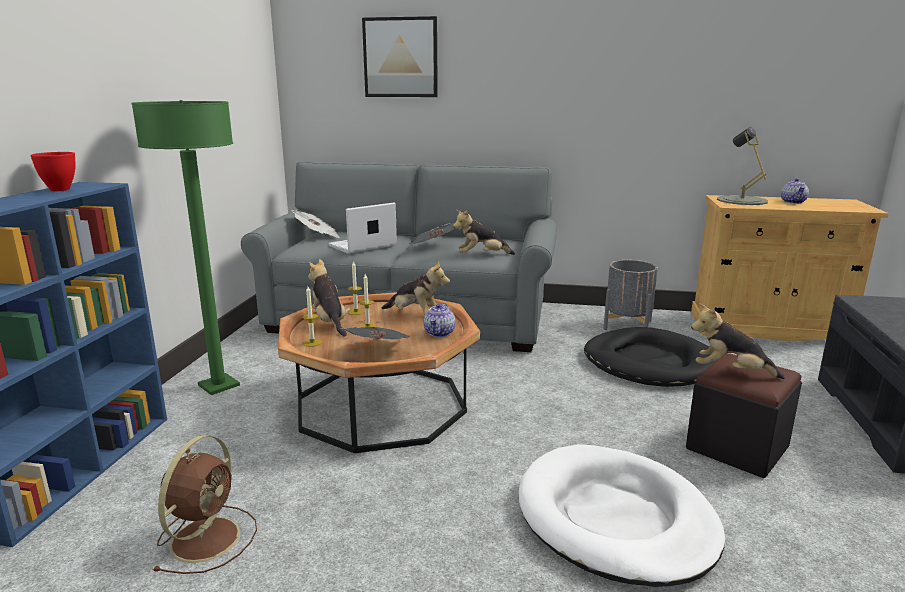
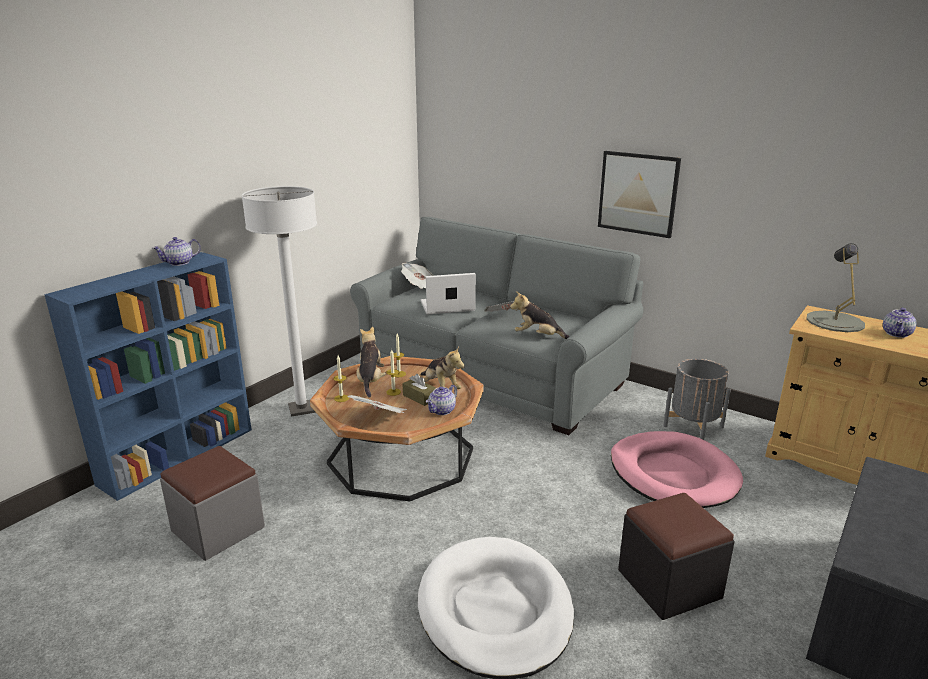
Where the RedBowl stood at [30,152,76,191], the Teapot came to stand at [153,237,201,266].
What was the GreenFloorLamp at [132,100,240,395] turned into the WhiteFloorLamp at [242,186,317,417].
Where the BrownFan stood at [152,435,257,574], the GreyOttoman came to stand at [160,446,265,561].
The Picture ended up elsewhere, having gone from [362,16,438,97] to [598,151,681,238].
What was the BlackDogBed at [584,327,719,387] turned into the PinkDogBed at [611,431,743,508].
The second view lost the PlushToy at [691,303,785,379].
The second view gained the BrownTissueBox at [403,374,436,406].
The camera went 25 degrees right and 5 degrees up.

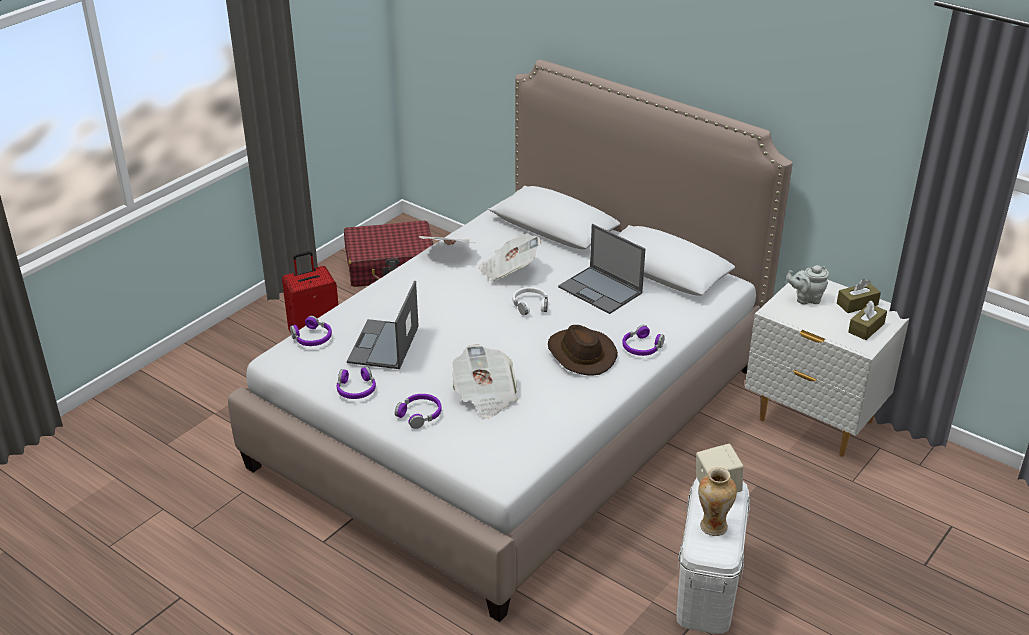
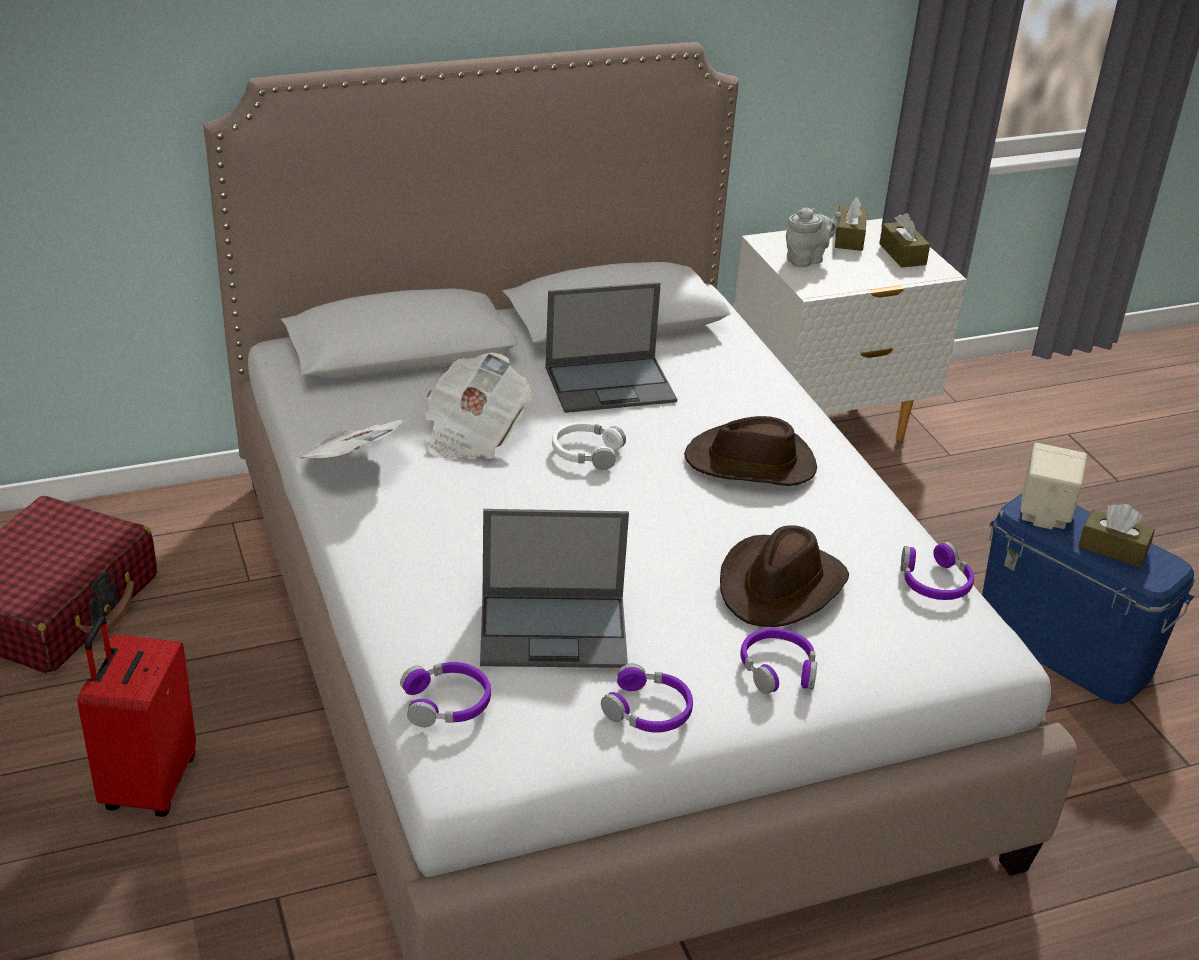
The Laptop at [347,281,419,369] ended up facing another way, 45 degrees counterclockwise from before.
Where the Newspaper stood at [452,344,518,419], the BrownHat came to stand at [720,525,849,627].
The PurpleHeadphones ended up elsewhere, having gone from [622,325,665,356] to [901,542,974,600].
What was the WhiteStorageBox at [676,477,750,634] turned into the BlueStorageBox at [982,494,1195,704].
Where the Vase stood at [698,467,737,536], the BrownTissueBox came to stand at [1078,504,1155,567].
The GreyTeapot at [786,265,829,304] ended up facing another way, 150 degrees counterclockwise from before.
The camera went 60 degrees left and 0 degrees up.

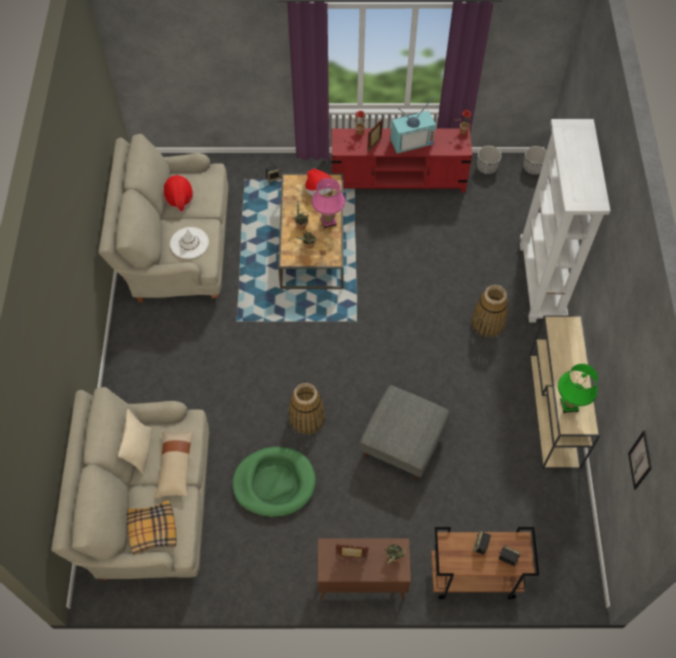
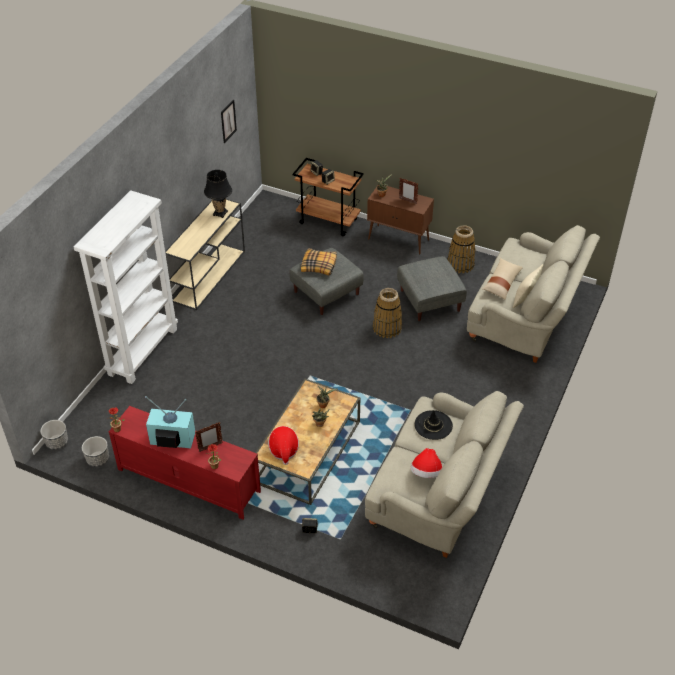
The Pillow ended up elsewhere, having gone from [127,500,177,555] to [301,248,337,276].
What was the WhiteHat at [170,227,209,259] turned into the BlackHat at [414,410,453,440].
Where the GreenDogBed stood at [233,447,316,517], the GreyOttoman came to stand at [397,256,467,321].
The second view lost the PinkTableLamp at [312,178,345,228].
The Basket ended up elsewhere, having gone from [471,285,508,337] to [447,225,475,274].
What was the GreenTableLamp at [558,364,598,413] turned into the BlackTableLamp at [204,170,232,218].
The camera went 155 degrees left and 15 degrees down.

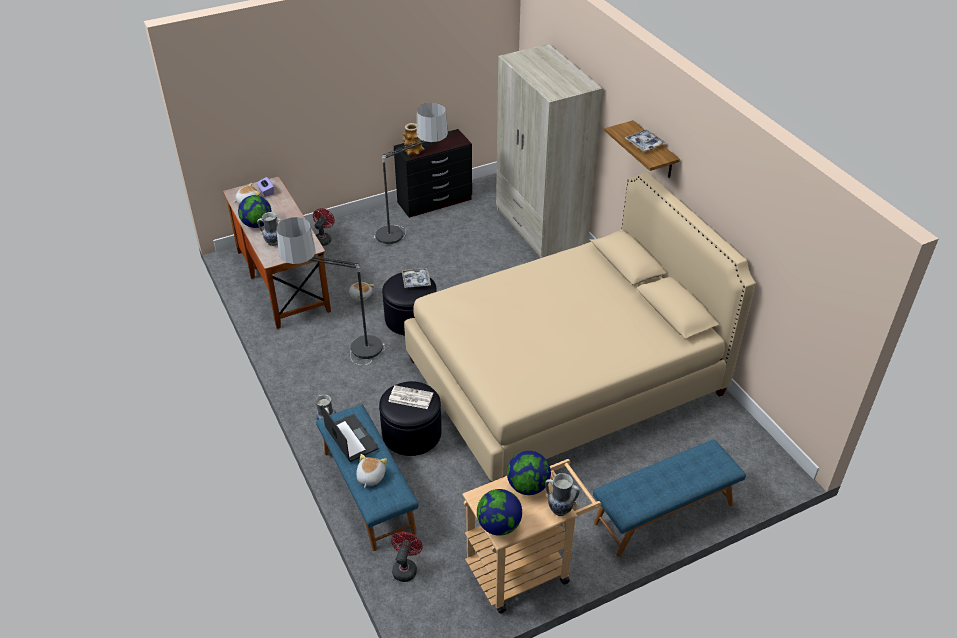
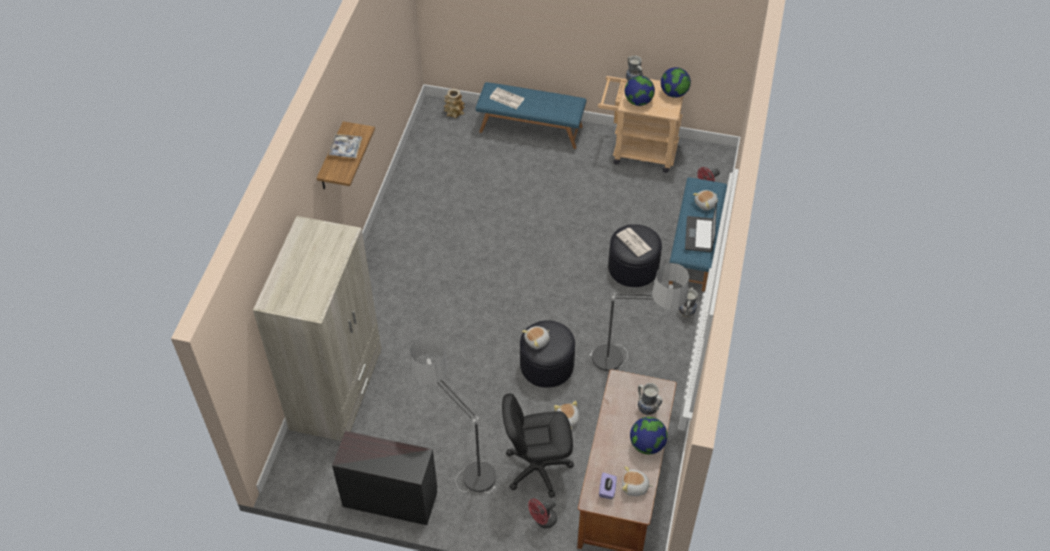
Where the Tray stood at [401,268,431,288], the PlushToy came to stand at [522,326,550,349].
The Vase ended up elsewhere, having gone from [402,123,425,155] to [444,89,465,118].
The second view lost the BeigeBed at [404,172,756,482].
The second view gained the Newspaper at [489,87,525,109].
The second view gained the BlackOfficeChair at [502,393,574,498].
The camera went 140 degrees left and 10 degrees up.

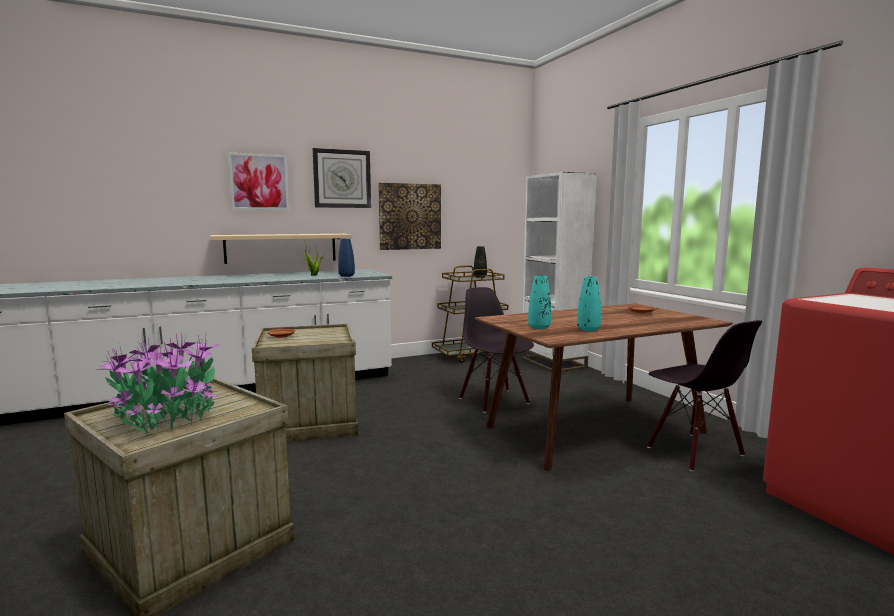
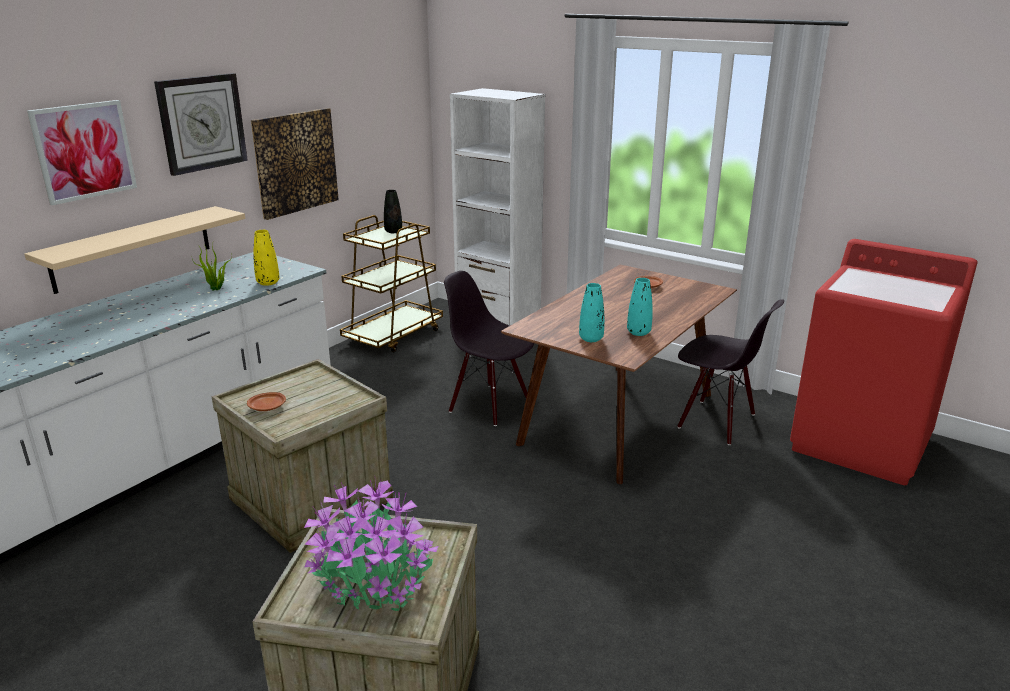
What was the BlueVase at [338,239,355,277] turned into the YellowVase at [254,230,280,286].
The camera went 30 degrees left and 15 degrees up.

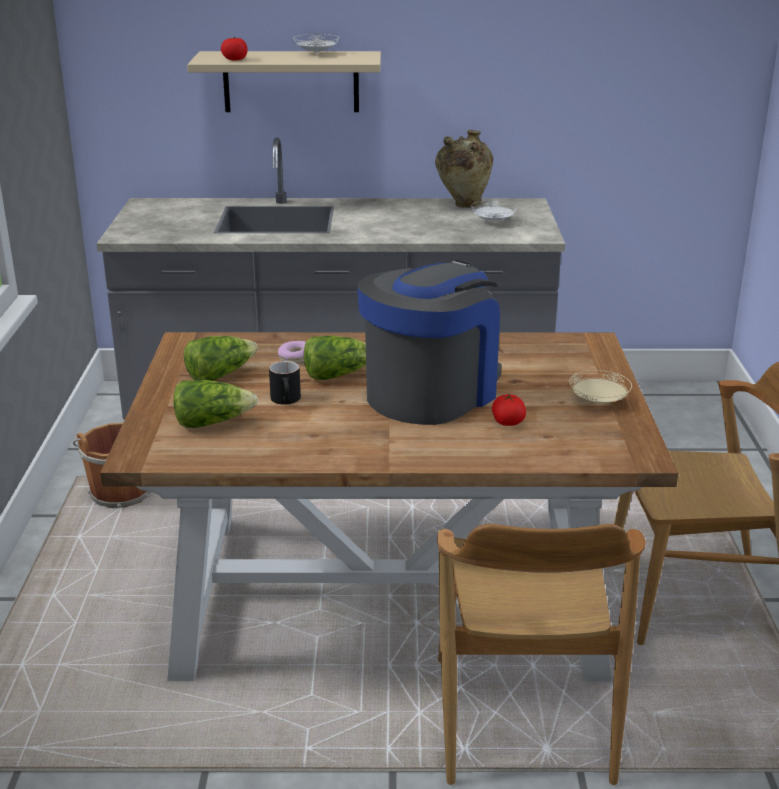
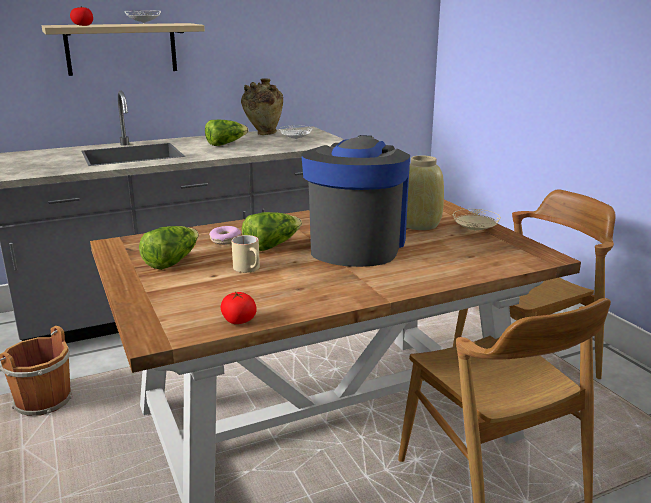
The Lettuce ended up elsewhere, having gone from [174,380,258,428] to [205,120,249,146].
What was the BlackMug at [269,361,301,405] turned into the BeigeMug at [231,235,260,273].
The Tomato ended up elsewhere, having gone from [492,393,526,426] to [221,291,257,324].
The second view gained the BeigeVase at [406,155,444,230].
The camera went 25 degrees left and 5 degrees down.

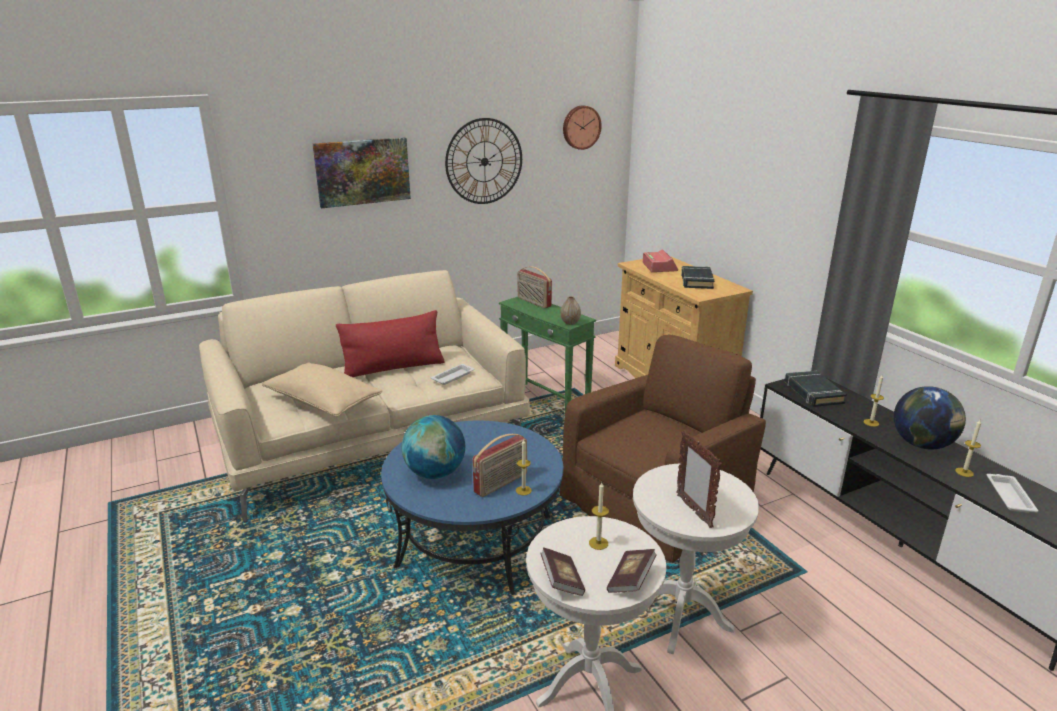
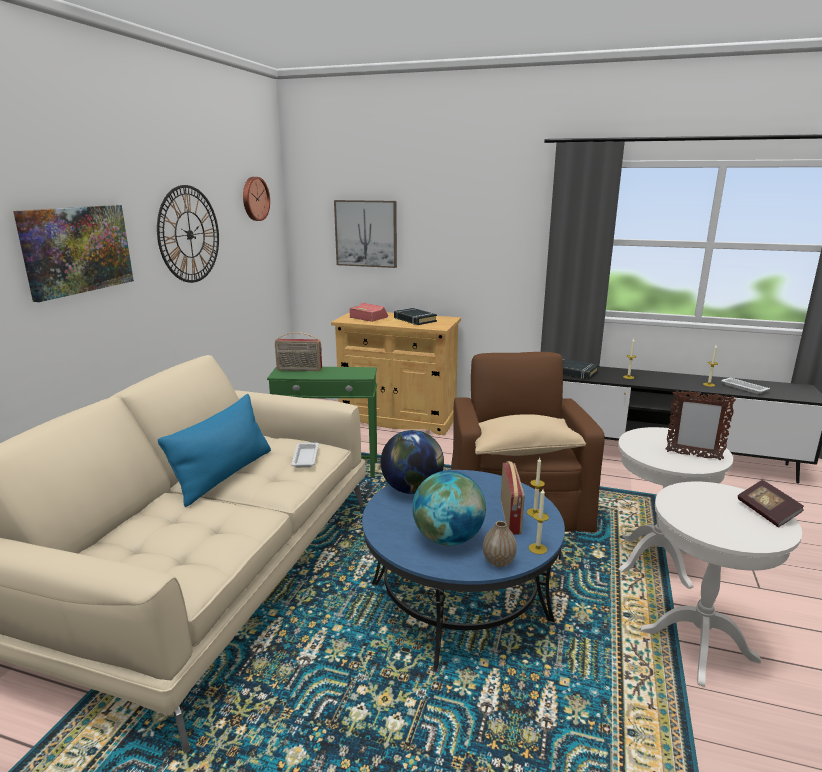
The BeigePillow ended up elsewhere, having gone from [262,362,382,417] to [475,414,586,456].
What was the RedPillow at [336,310,445,377] turned into the BluePillow at [158,394,271,507].
The second view lost the Book at [540,547,585,596].
The Vase ended up elsewhere, having gone from [560,296,581,325] to [483,521,517,567].
The Candle ended up elsewhere, having gone from [589,482,609,550] to [529,489,549,554].
The Globe ended up elsewhere, having gone from [894,386,966,450] to [381,430,444,494].
The second view gained the Picture at [334,200,397,268].
The camera went 45 degrees left and 5 degrees down.

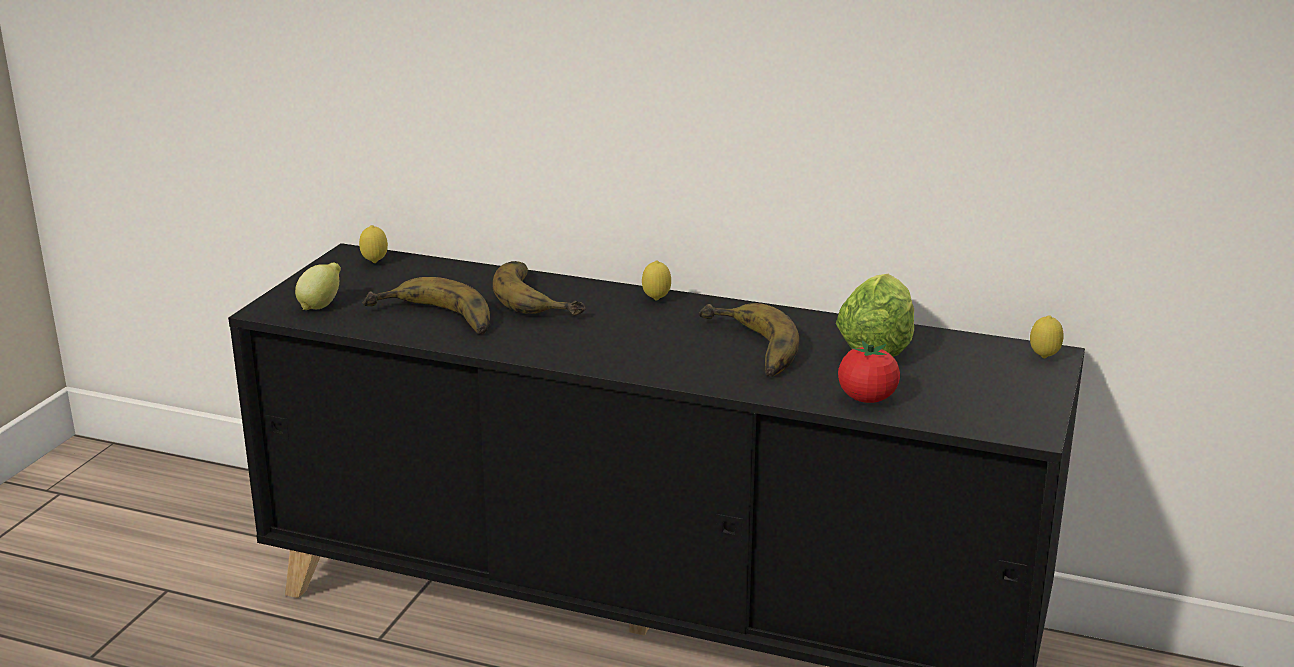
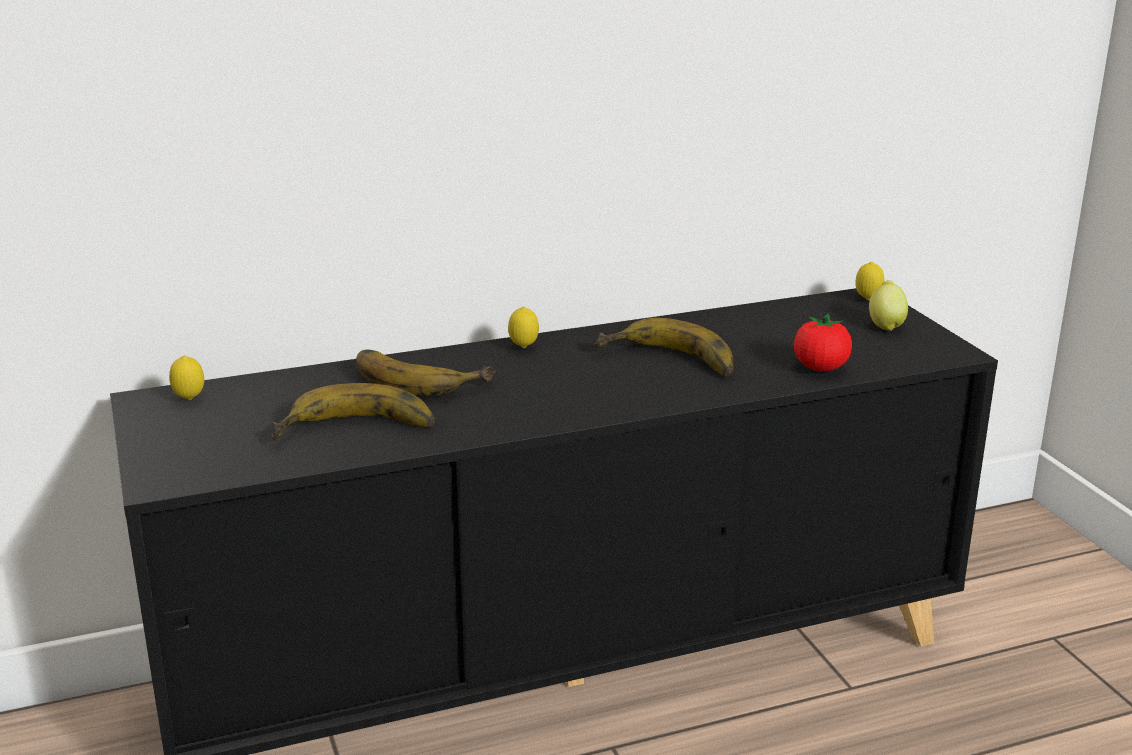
The Lemon ended up elsewhere, having gone from [295,263,341,310] to [869,280,908,331].
The second view lost the Lettuce at [836,274,914,357].
The camera went 40 degrees left and 0 degrees up.

